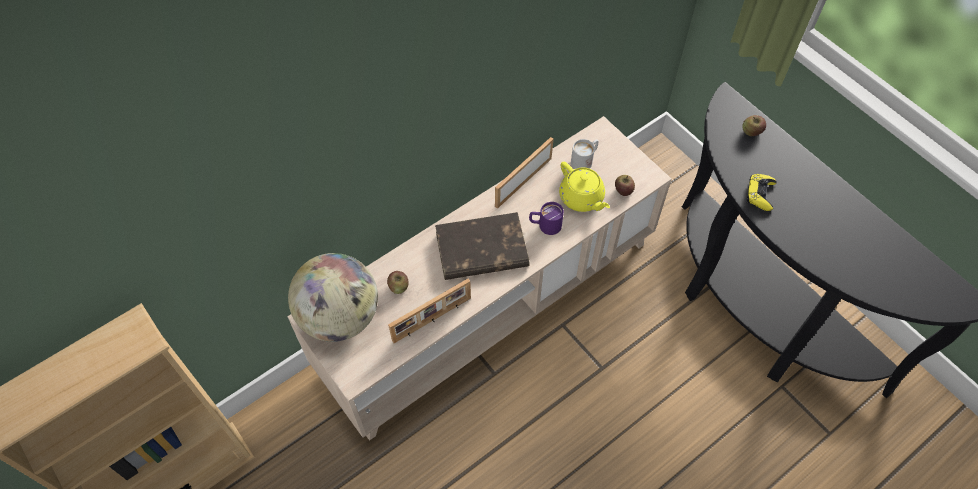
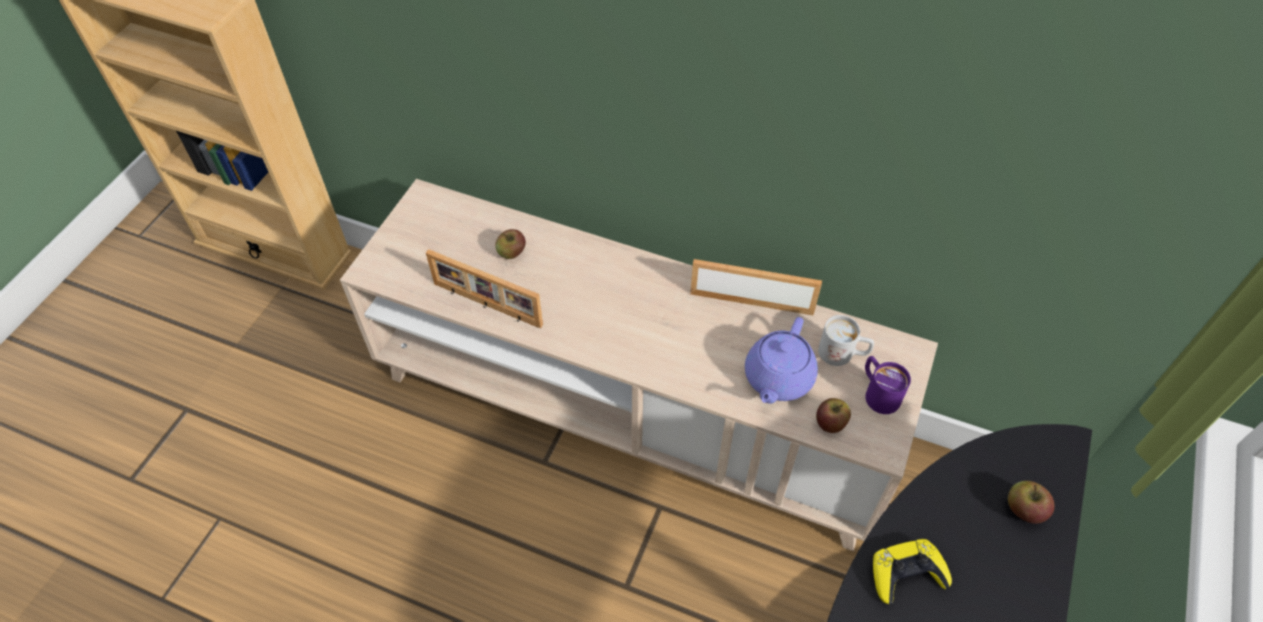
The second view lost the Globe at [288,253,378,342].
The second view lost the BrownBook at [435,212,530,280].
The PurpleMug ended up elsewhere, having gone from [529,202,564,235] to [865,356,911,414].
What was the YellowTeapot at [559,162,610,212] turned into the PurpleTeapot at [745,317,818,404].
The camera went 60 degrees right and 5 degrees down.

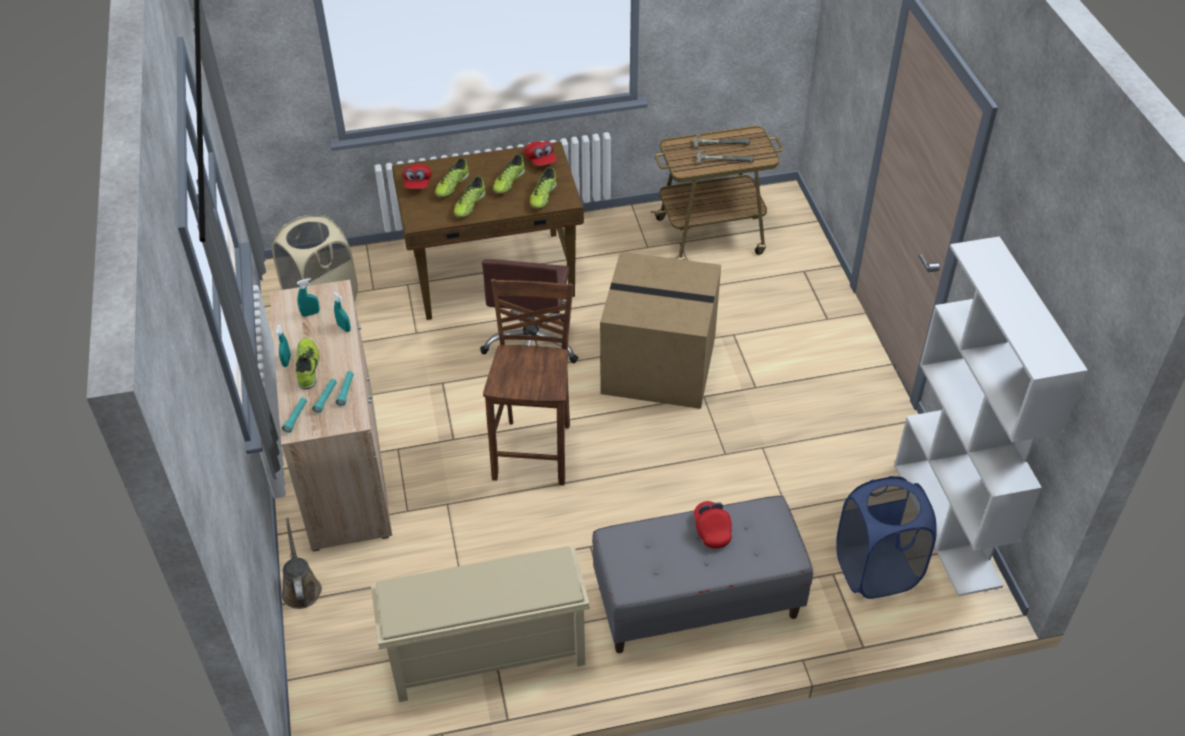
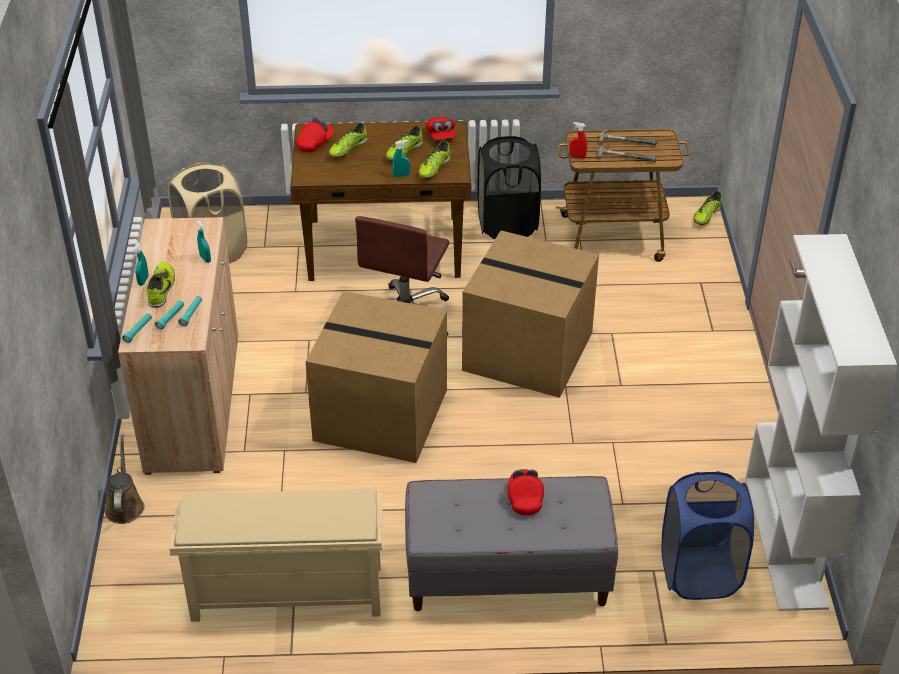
The TurquoiseSprayBottle ended up elsewhere, having gone from [297,278,320,317] to [392,140,411,177].
The RedCap at [402,164,432,189] ended up facing another way, 150 degrees counterclockwise from before.
The Shoe ended up elsewhere, having gone from [454,176,486,218] to [693,191,722,225].
Where the BrownStool stood at [483,279,574,485], the CardboardBox came to stand at [305,291,447,463].
The second view gained the BlackLaundryBasket at [477,136,541,239].
The second view gained the RedSprayBottle at [569,122,587,159].
The camera went 10 degrees right and 5 degrees down.

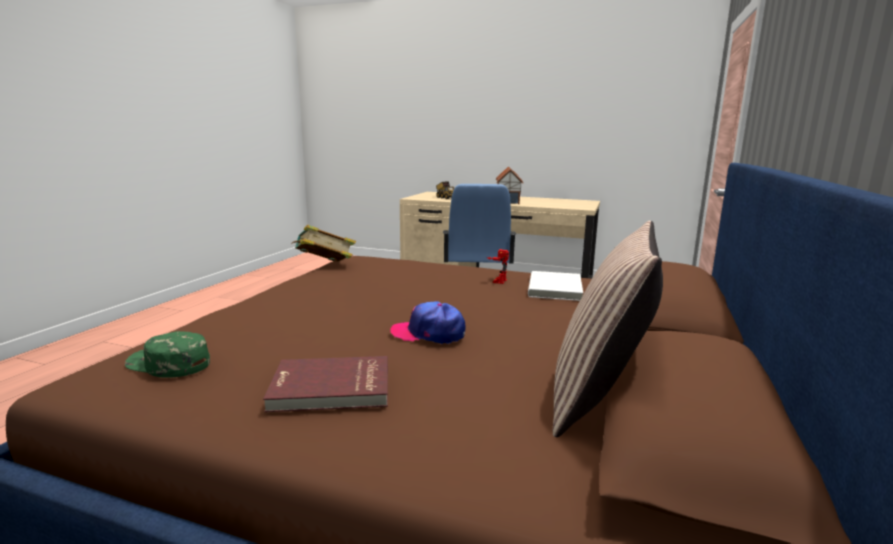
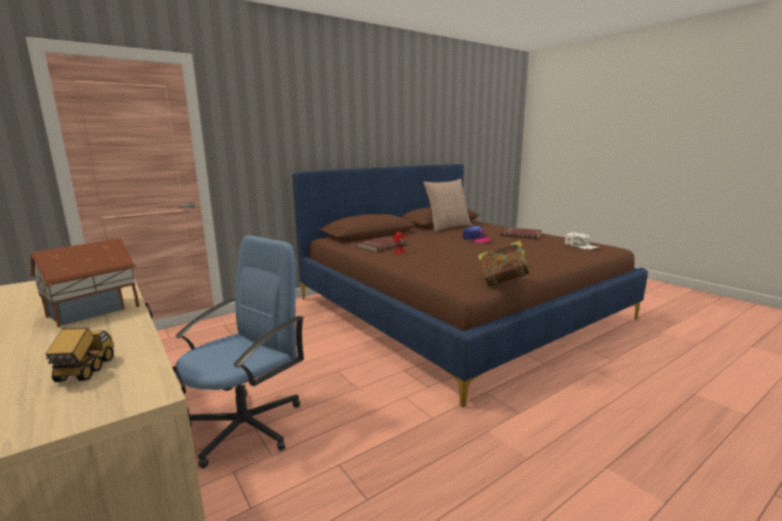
What was the GreenCap at [125,331,210,378] turned into the WhiteCap at [565,232,598,250].
What was the WhiteBook at [528,271,583,301] turned into the RedBook at [358,237,406,252].
The camera went 145 degrees left and 0 degrees up.

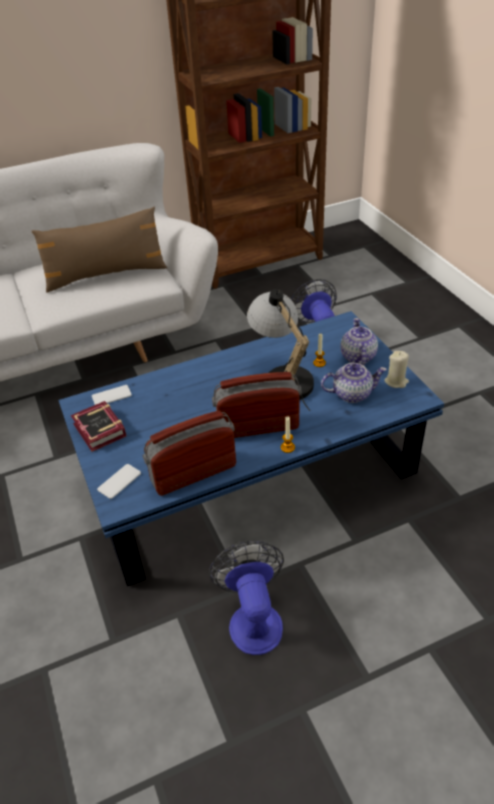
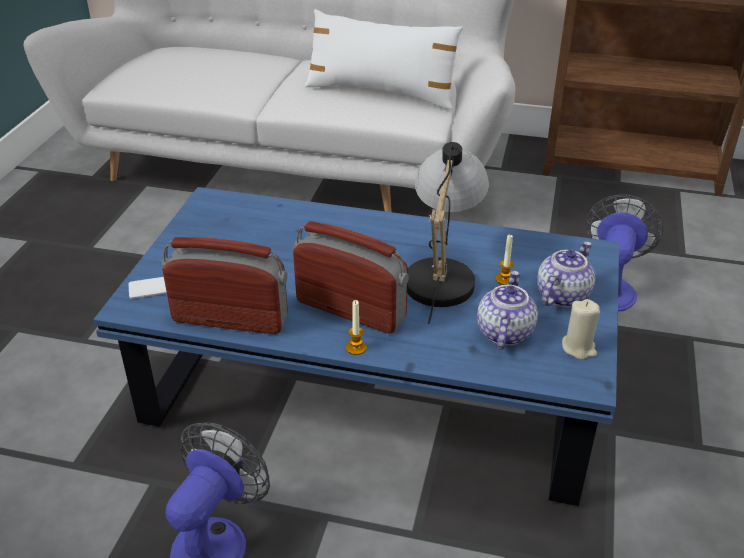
What was the BrownPillow at [32,207,167,293] turned into the WhitePillow at [305,9,463,109].
The second view lost the Book at [71,401,126,452].
The second view lost the Phone at [92,385,132,405].
The Teapot at [321,363,387,403] ended up facing another way, 105 degrees counterclockwise from before.
The camera went 35 degrees right and 5 degrees down.

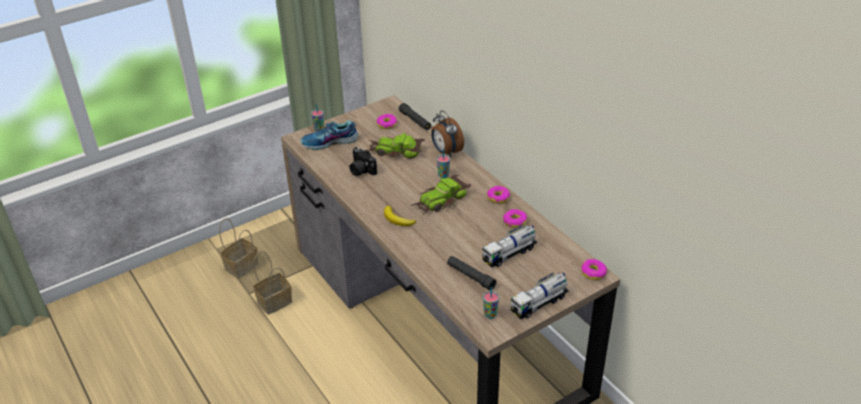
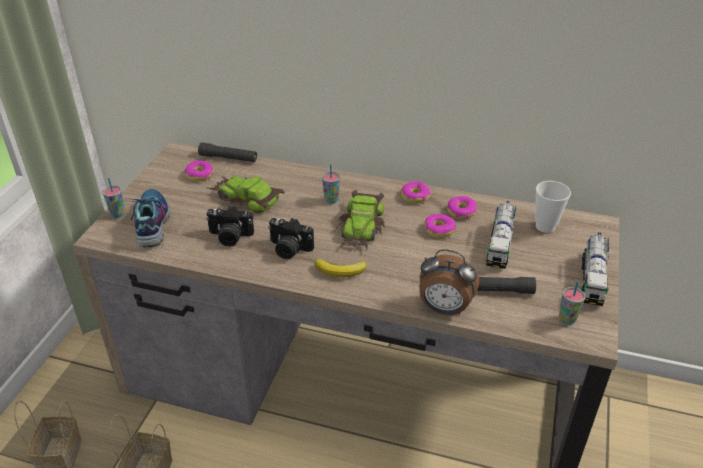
The Shoe at [301,120,359,150] ended up facing another way, 135 degrees clockwise from before.
The ToyCar at [367,133,425,159] ended up facing another way, 60 degrees clockwise from before.
The AlarmClock ended up elsewhere, having gone from [431,110,464,157] to [419,249,479,315].
The Donut ended up elsewhere, having gone from [581,259,607,280] to [425,214,456,238].
The second view gained the PhotoCamera at [268,218,314,259].
The second view gained the Cup at [535,181,571,233].
The camera went 40 degrees left and 0 degrees up.

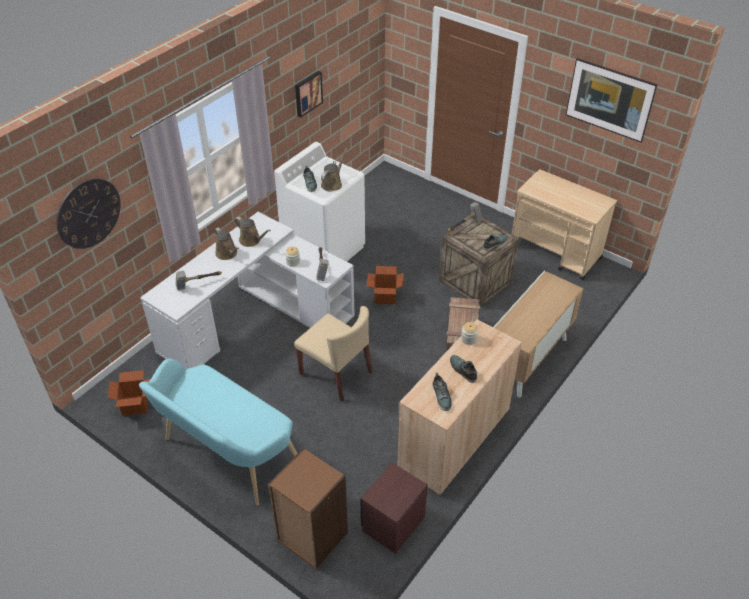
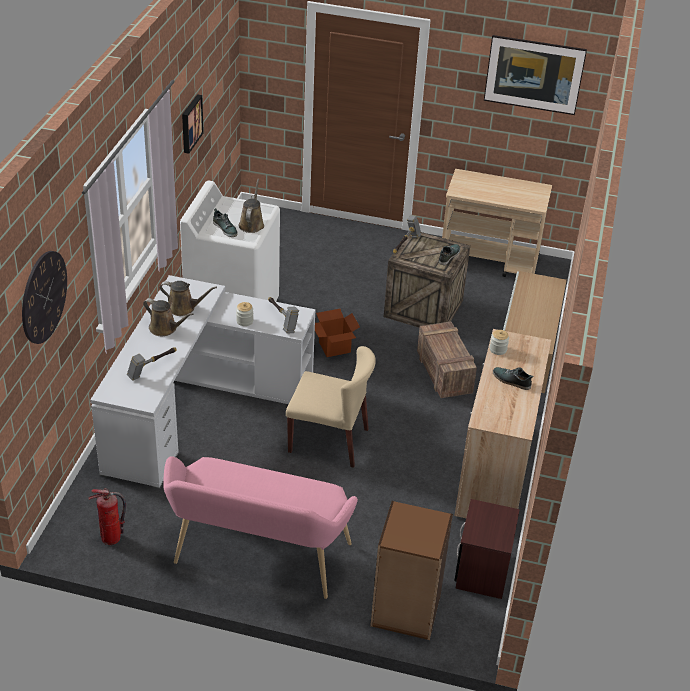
Where the CardboardBox stood at [108,370,151,416], the FireExtinguisher came to stand at [88,488,126,545].
What was the TurquoiseBench at [139,359,297,505] turned into the PinkBench at [163,456,358,599].
The second view lost the Shoe at [432,373,452,411].
The camera went 25 degrees left and 5 degrees down.

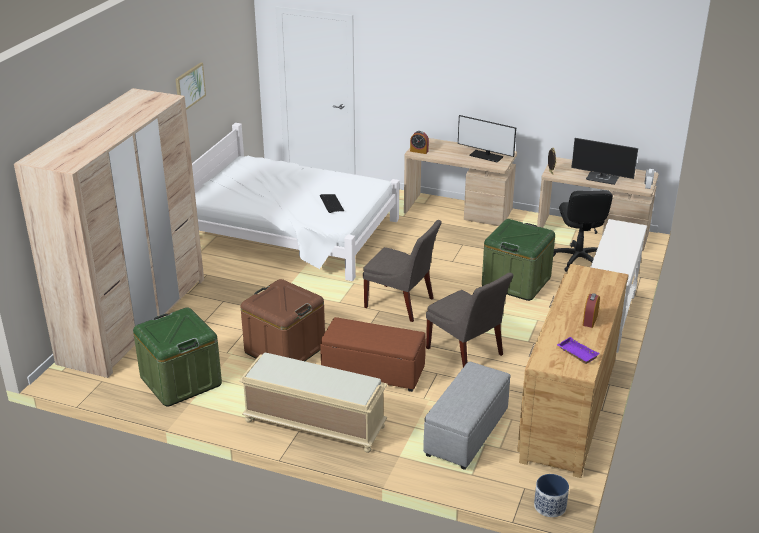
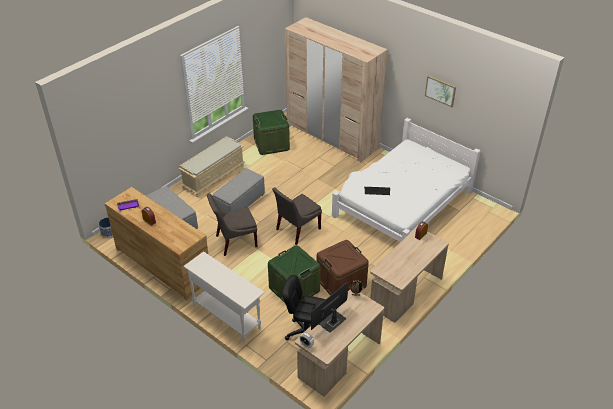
The BrownStorageBox ended up elsewhere, having gone from [241,279,325,361] to [317,240,369,296].
What was the BrownOttoman at [320,317,426,392] turned into the GreyOttoman at [212,168,265,212].
The second view lost the Monitor at [458,115,516,162].
The camera went 110 degrees right and 10 degrees up.

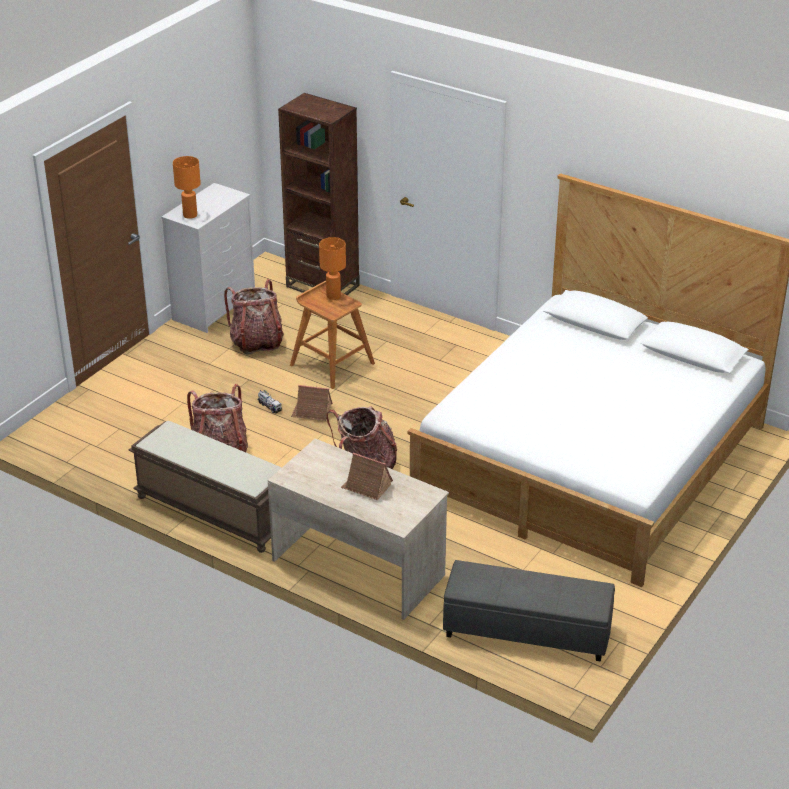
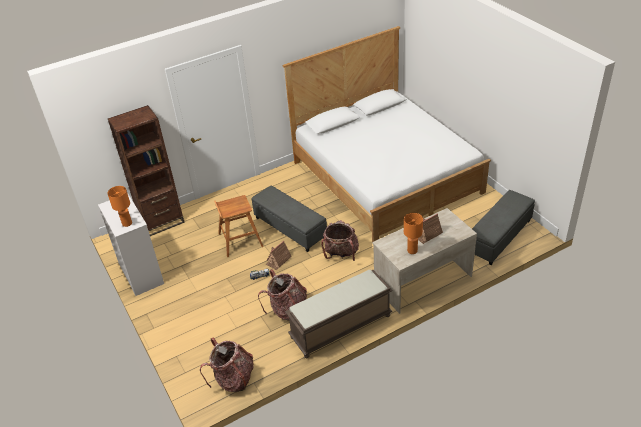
The Backpack ended up elsewhere, having gone from [224,279,284,355] to [200,338,254,392].
The OrangeTableLamp ended up elsewhere, having gone from [319,237,346,300] to [404,213,423,254].
The second view gained the GreyOttoman at [251,185,327,252].
The camera went 60 degrees left and 5 degrees up.

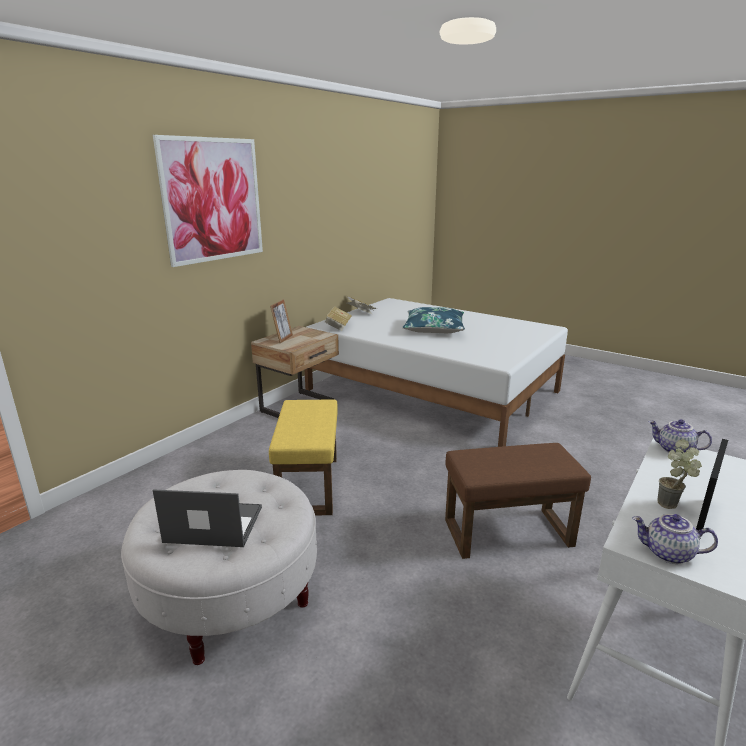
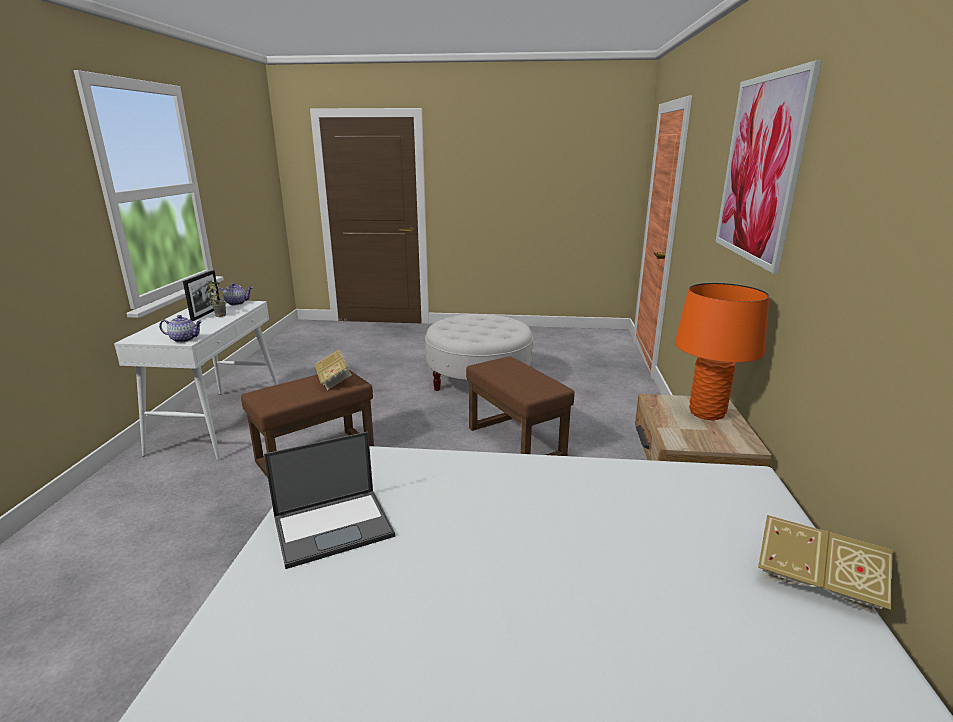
The Laptop ended up elsewhere, having gone from [153,489,262,547] to [264,431,395,569].
What was the YellowOttoman at [269,400,338,515] turned into the BrownOttoman at [466,356,575,456].
Where the PictureFrame stood at [270,299,293,343], the OrangeTableLamp came to stand at [675,283,770,420].
The Book ended up elsewhere, having gone from [325,306,352,331] to [314,350,352,390].
The second view lost the BluePillow at [402,307,465,333].
The camera went 150 degrees right and 0 degrees up.

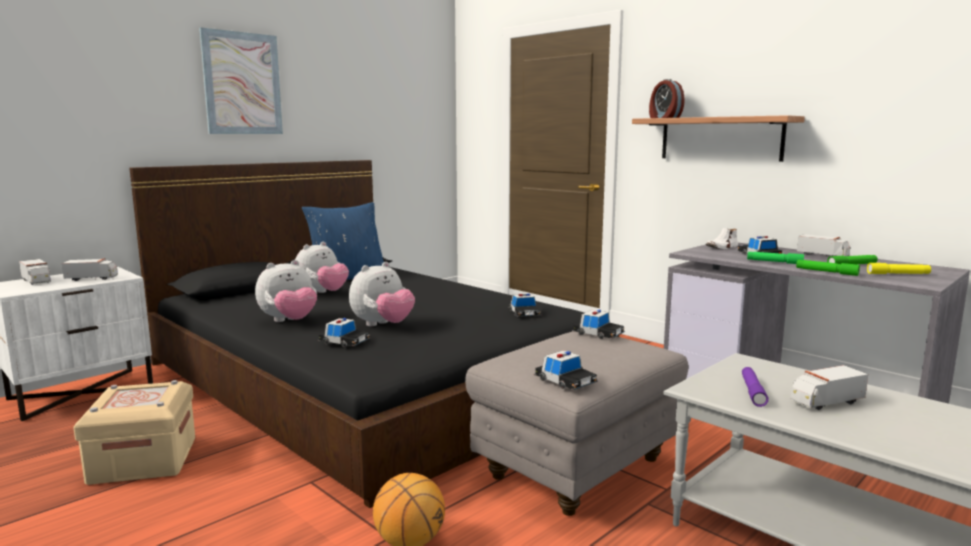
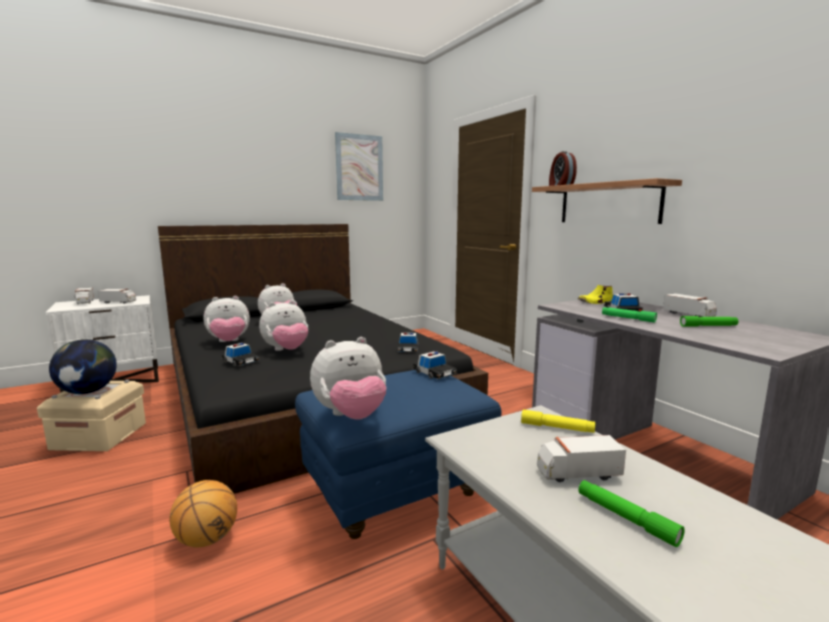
The Picture ended up elsewhere, having gone from [199,27,283,134] to [335,132,383,201].
The second view lost the BluePillow at [302,202,384,280].
What was the GreyOttoman at [465,331,689,516] turned into the BlueOttoman at [295,370,501,539].
Where the ToyCar stood at [534,350,598,390], the PlushToy came to stand at [310,337,387,420].
What was the WhiteShoe at [706,228,738,249] turned into the YellowShoe at [578,285,613,304].
The second view lost the PurpleFlashlight at [742,367,769,407].
The GreenFlashlight ended up elsewhere, having gone from [796,260,860,276] to [578,480,685,547].
The YellowFlashlight ended up elsewhere, having gone from [867,263,931,274] to [521,409,595,433].
The second view gained the Globe at [49,339,117,394].
The camera went 15 degrees right and 0 degrees up.

